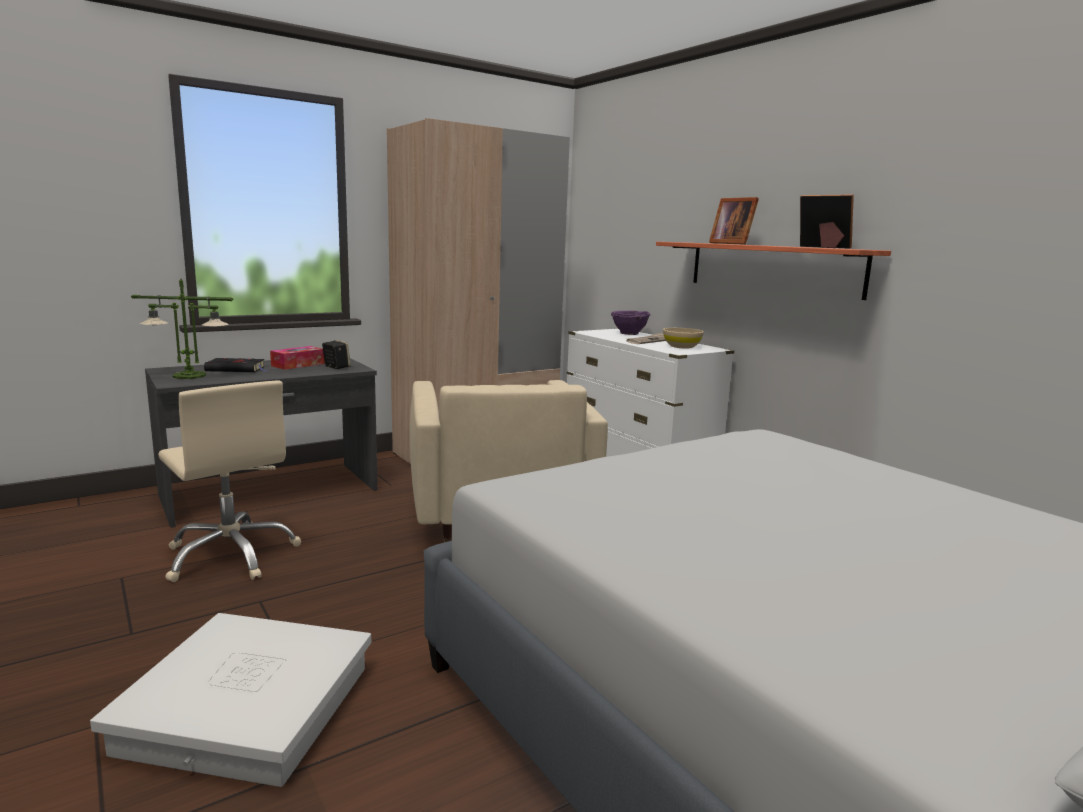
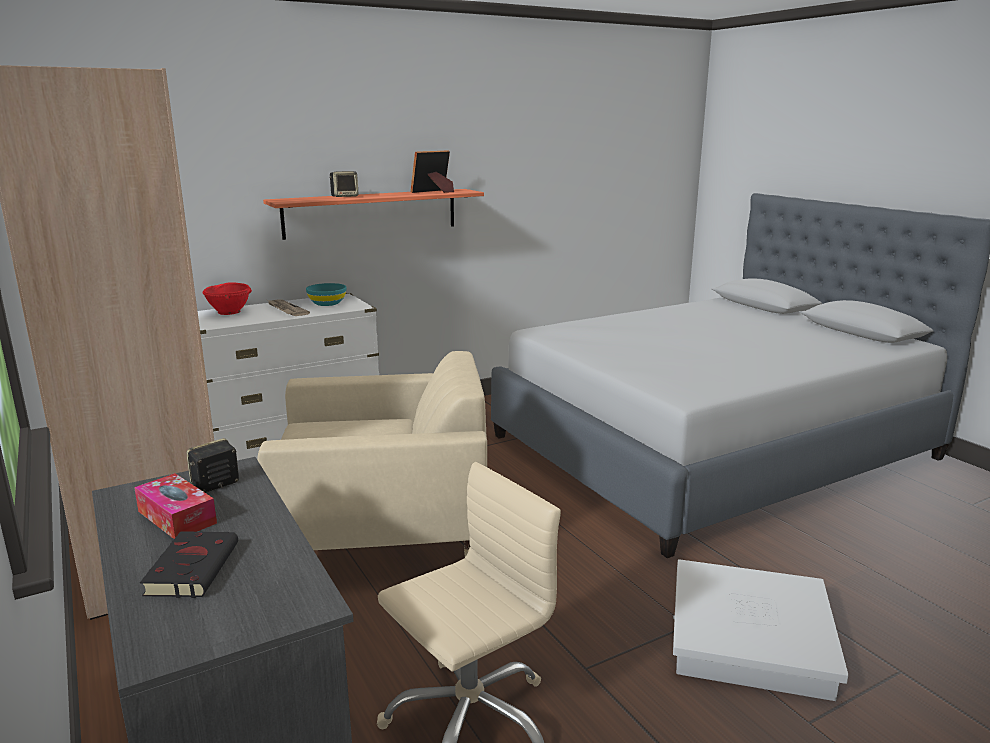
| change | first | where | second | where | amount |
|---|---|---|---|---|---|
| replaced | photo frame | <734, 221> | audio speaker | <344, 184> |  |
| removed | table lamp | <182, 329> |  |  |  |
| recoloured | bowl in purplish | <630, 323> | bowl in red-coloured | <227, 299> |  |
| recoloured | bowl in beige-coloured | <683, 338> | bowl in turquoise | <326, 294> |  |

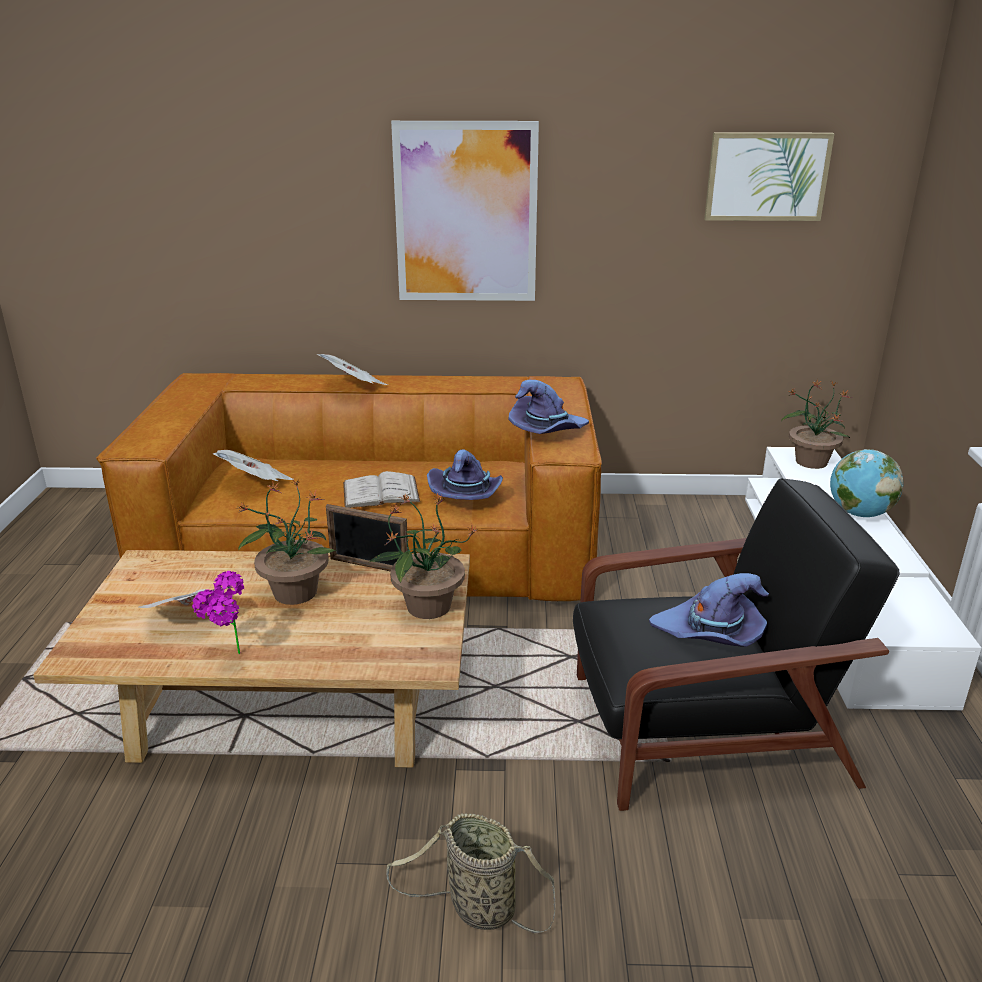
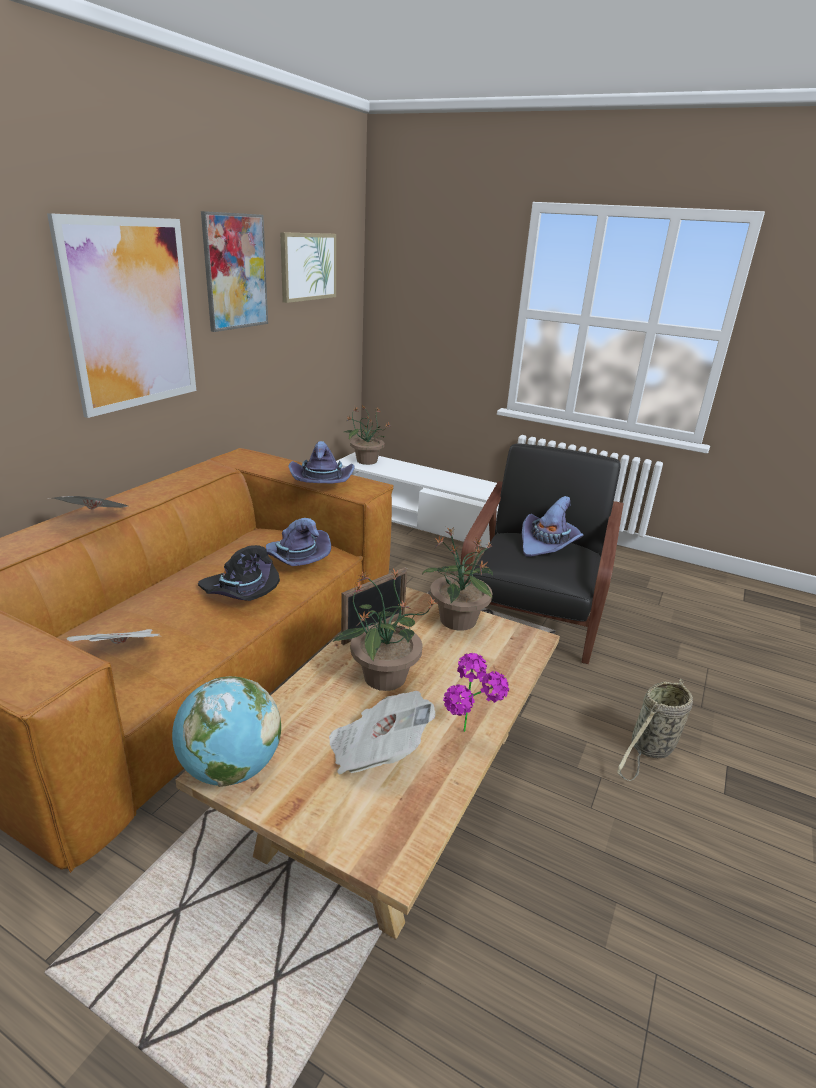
| change | first | where | second | where | amount |
|---|---|---|---|---|---|
| moved | world globe | <866, 483> |  | <226, 731> |  |
| replaced | volume in whitish | <381, 489> | wearable hat in blackish | <239, 573> |  |
| added |  |  | wall art | <234, 271> |  |

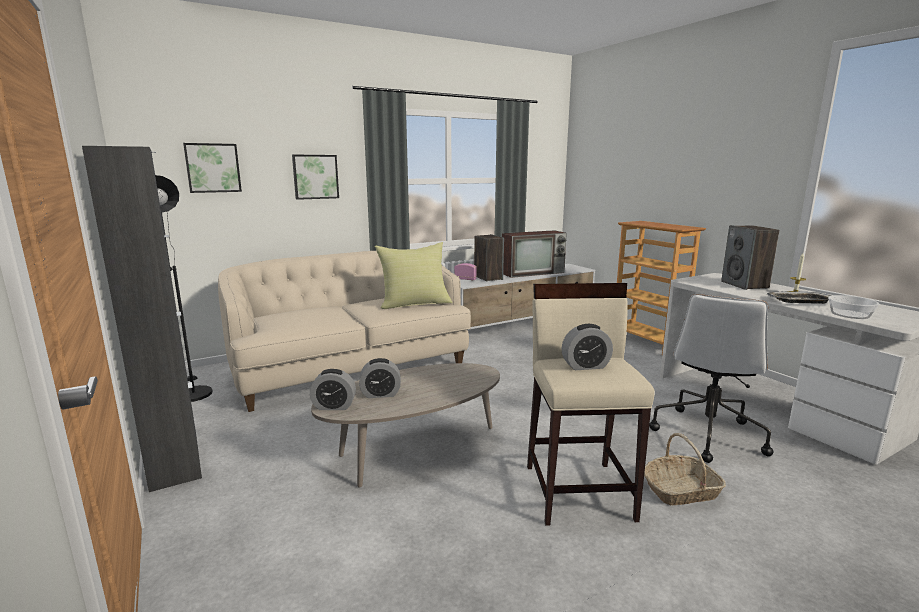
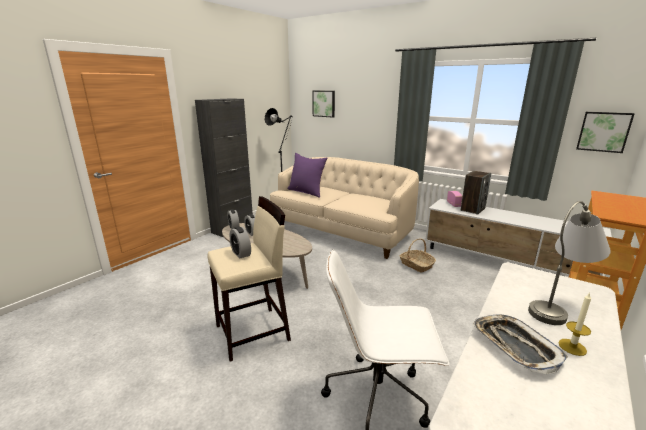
| change | first | where | second | where | amount |
|---|---|---|---|---|---|
| moved | wall art | <315, 177> |  | <605, 132> |  |
| replaced | audio speaker | <750, 257> | table lamp in greyish | <569, 263> |  |
| removed | TV | <534, 254> |  |  |  |
| removed | cushion in yellow | <413, 275> |  |  |  |
| removed | bowl | <853, 307> |  |  |  |
| moved | basket | <685, 469> |  | <418, 255> |  |
| added |  |  | cushion in purplish | <307, 175> |  |

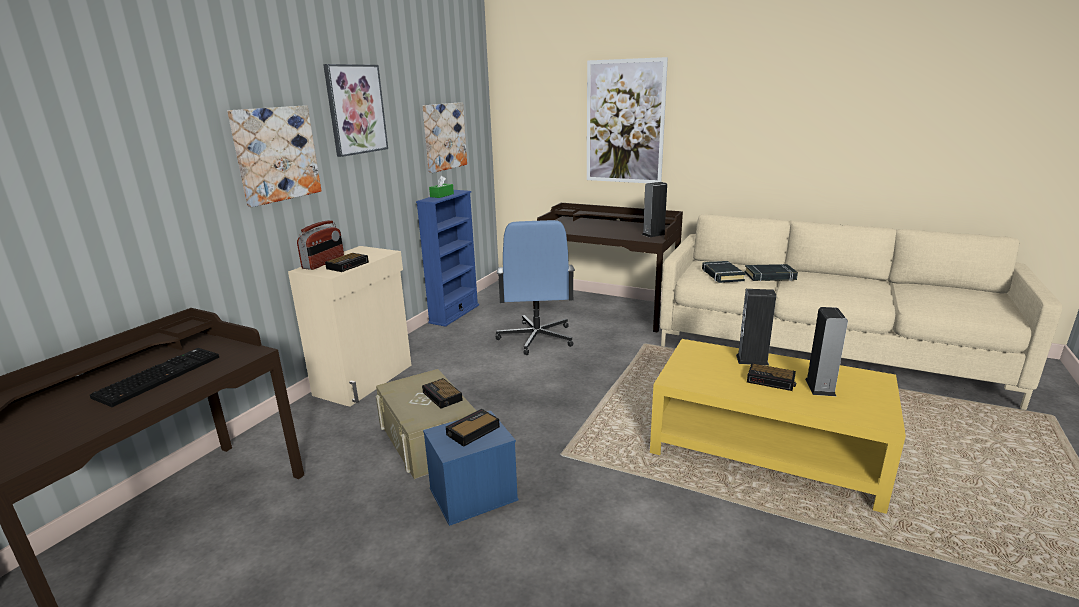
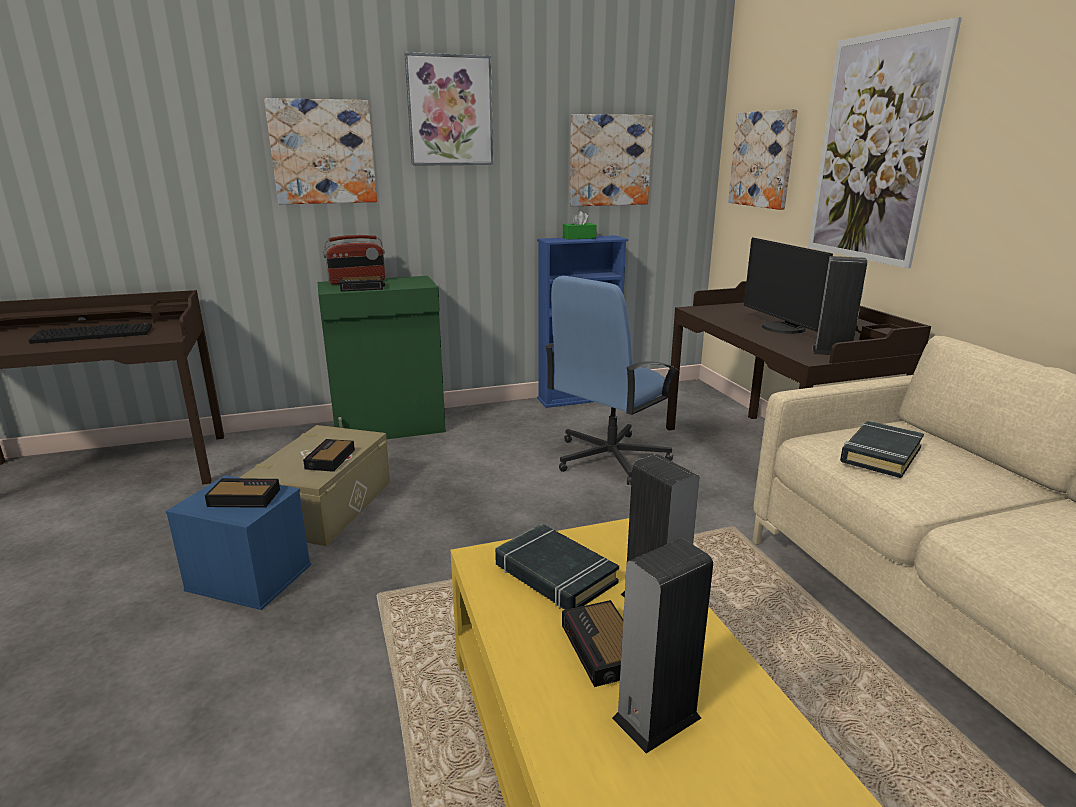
| change | first | where | second | where | amount |
|---|---|---|---|---|---|
| recoloured | cabinet in beige-coloured | <350, 326> | cabinet in green | <381, 357> |  |
| moved | volume in blackish | <771, 273> |  | <557, 567> |  |
| added |  |  | wall art | <763, 159> |  |
| added |  |  | computer display | <788, 285> |  |

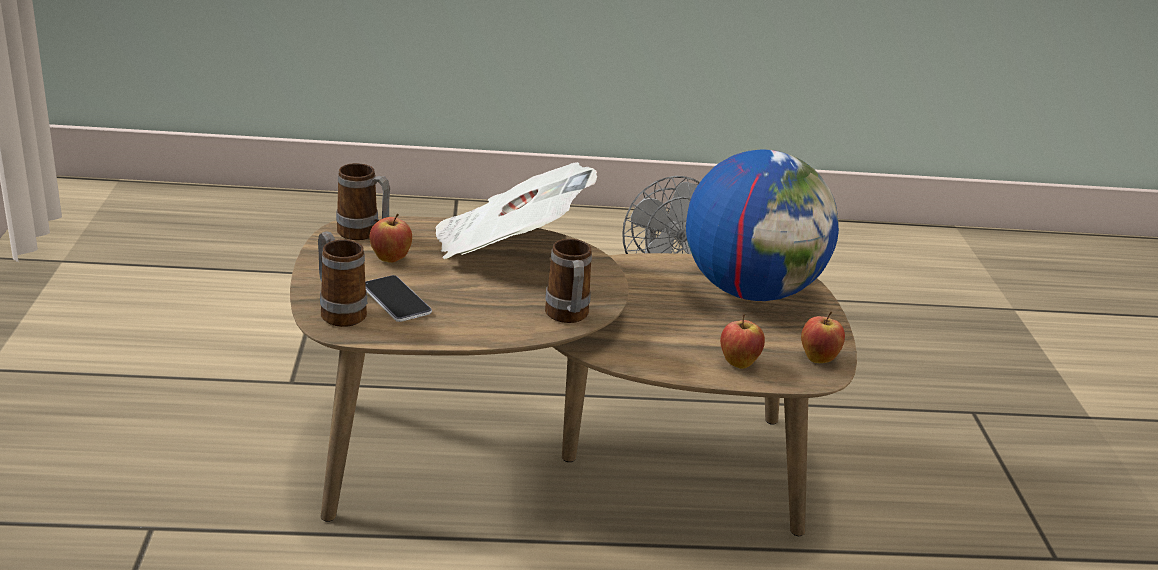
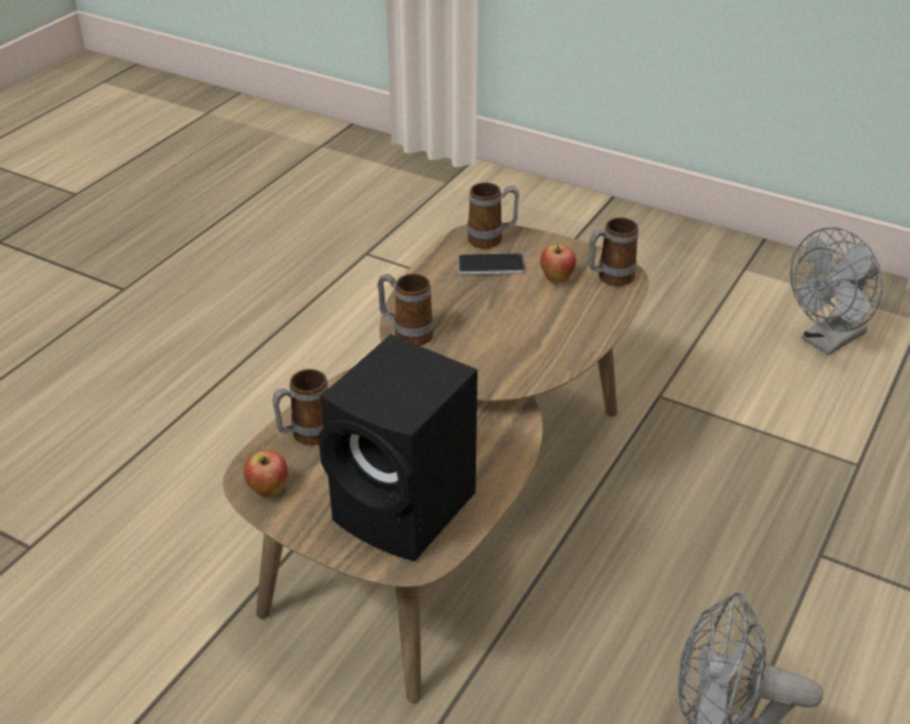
| change | first | where | second | where | amount |
|---|---|---|---|---|---|
| replaced | world globe | <762, 225> | audio speaker in blackish | <398, 447> |  |
| removed | daily paper | <516, 210> |  |  |  |
| replaced | apple fruit | <742, 341> | mug | <300, 407> |  |
| added |  |  | fan in greyish | <836, 291> |  |

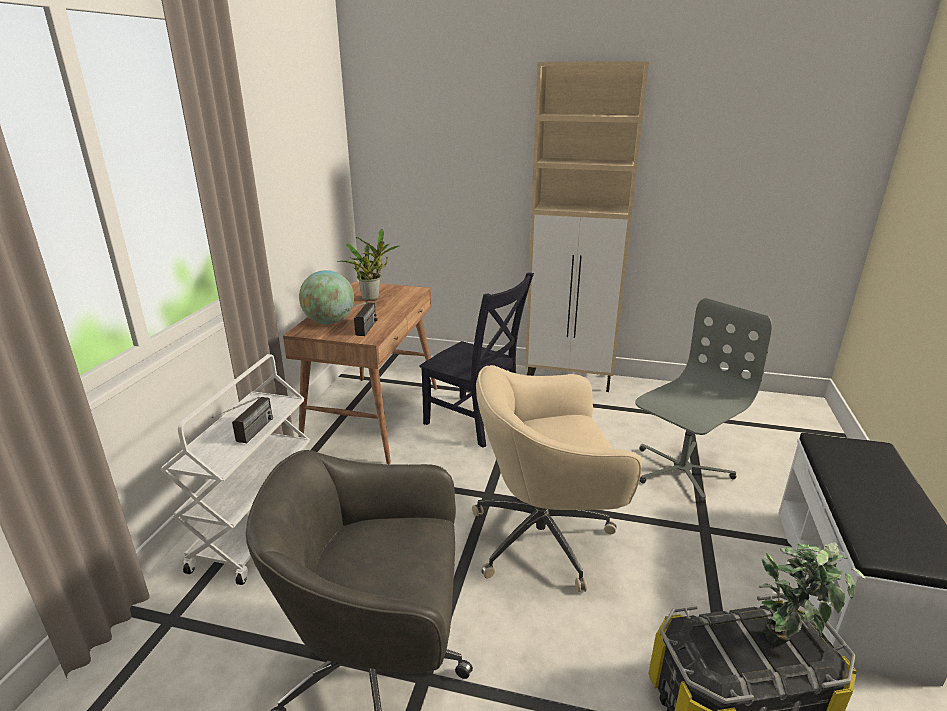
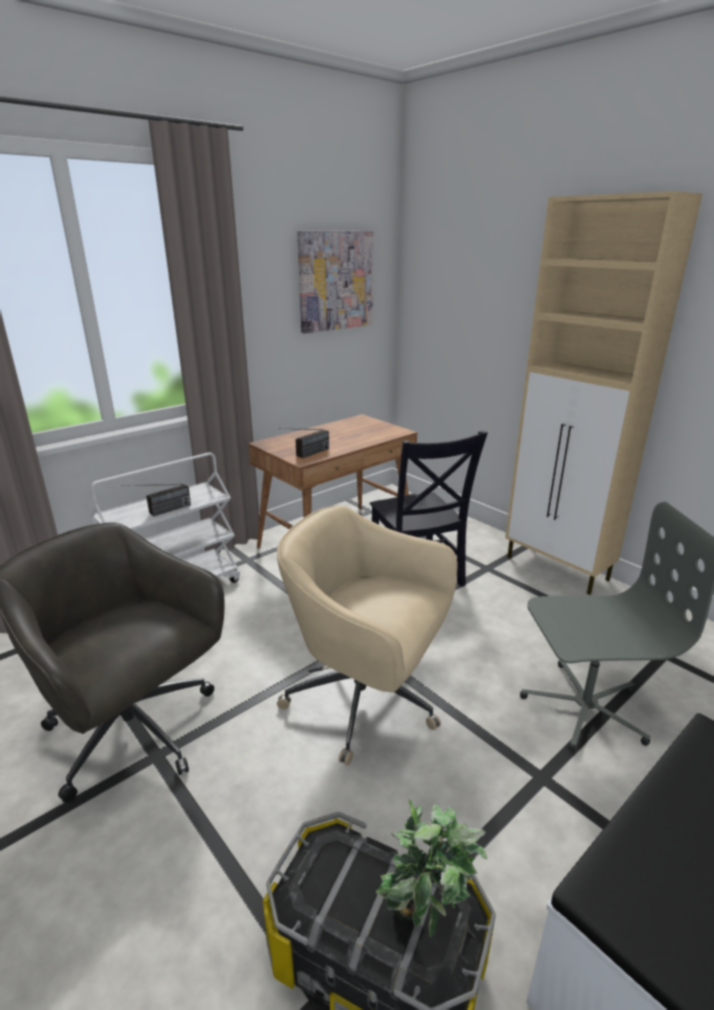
| change | first | where | second | where | amount |
|---|---|---|---|---|---|
| removed | potted plant | <368, 265> |  |  |  |
| removed | world globe | <326, 297> |  |  |  |
| added |  |  | wall art | <335, 282> |  |

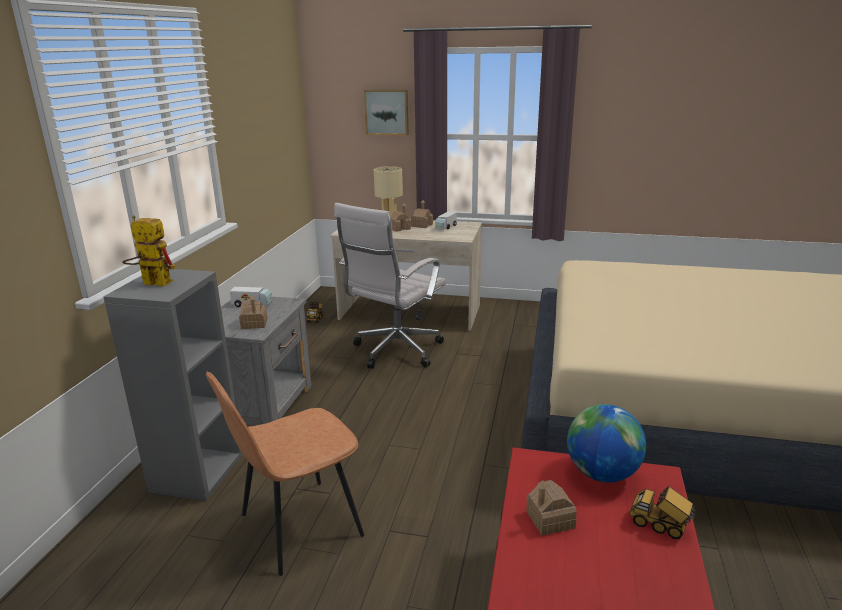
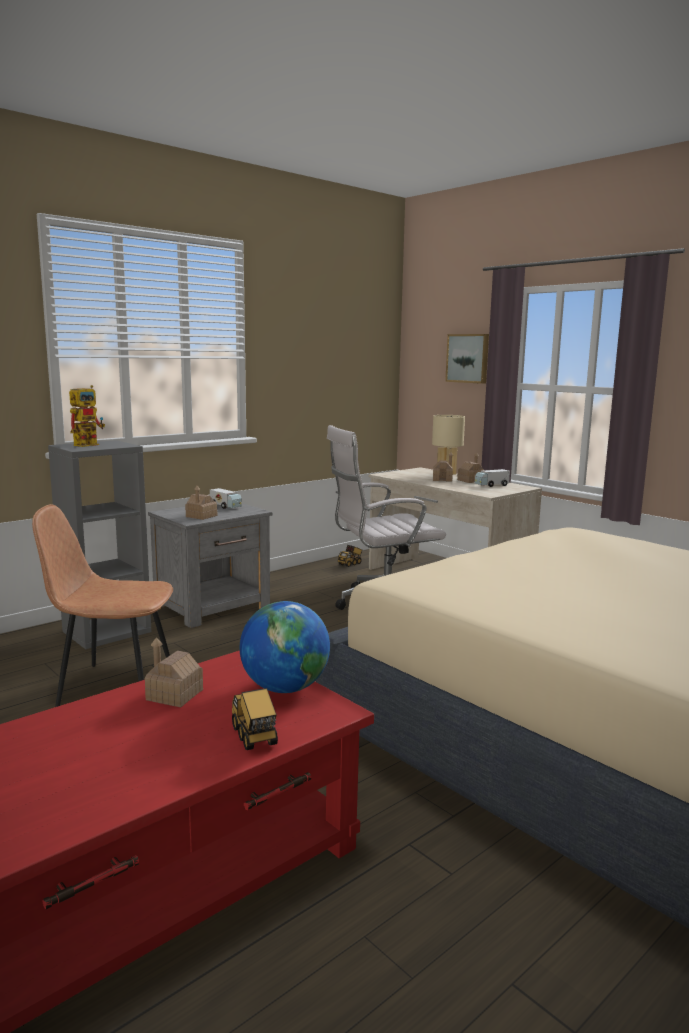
| change | first | where | second | where | amount |
|---|---|---|---|---|---|
| turned | toy robot | <149, 251> |  | <87, 416> | 75 degrees clockwise |

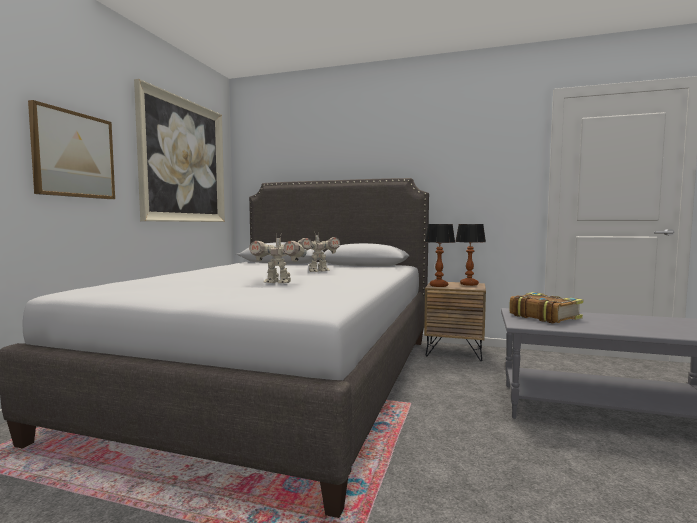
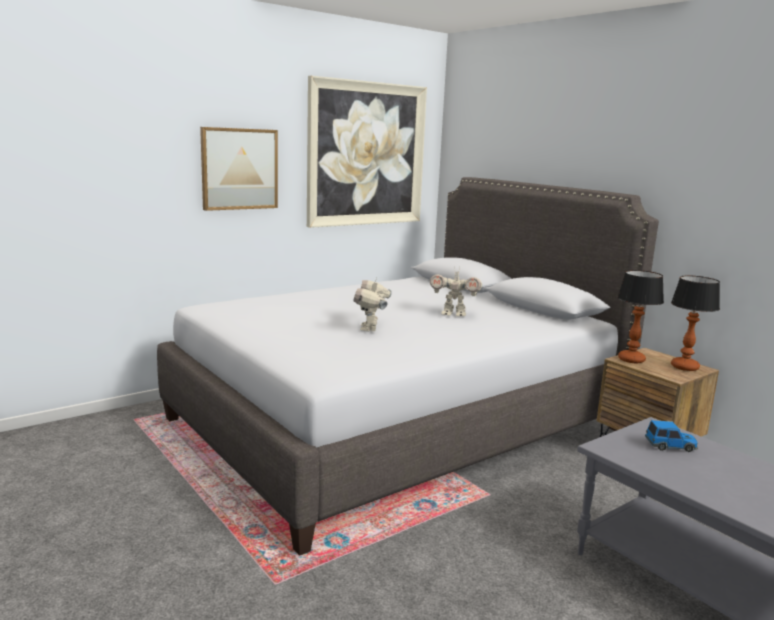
| change | first | where | second | where | amount |
|---|---|---|---|---|---|
| turned | toy robot | <278, 258> |  | <373, 305> | 45 degrees clockwise |
| replaced | volume | <546, 307> | toy car | <671, 436> |  |

